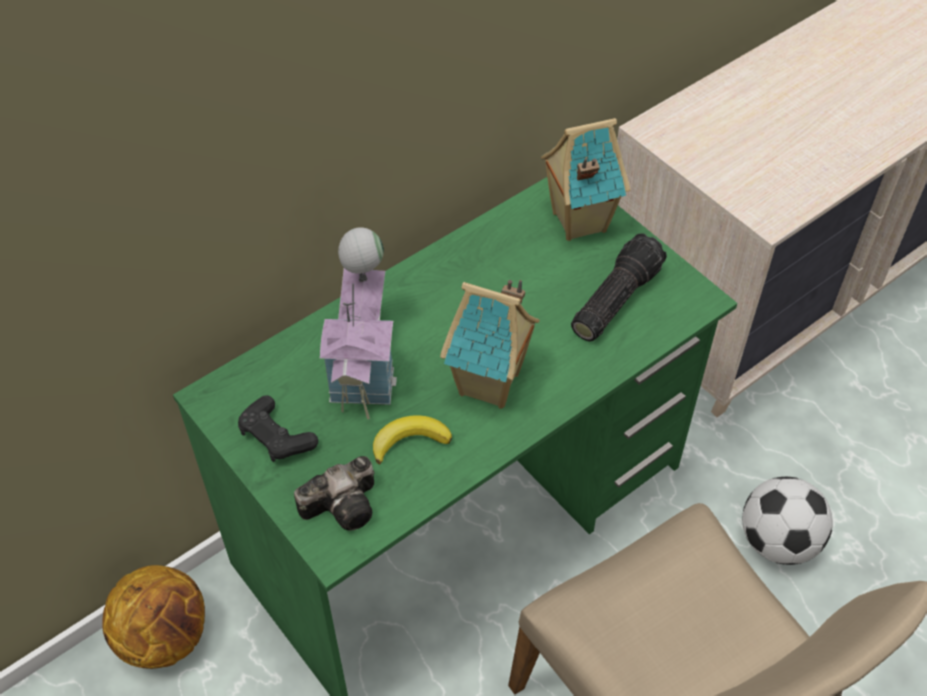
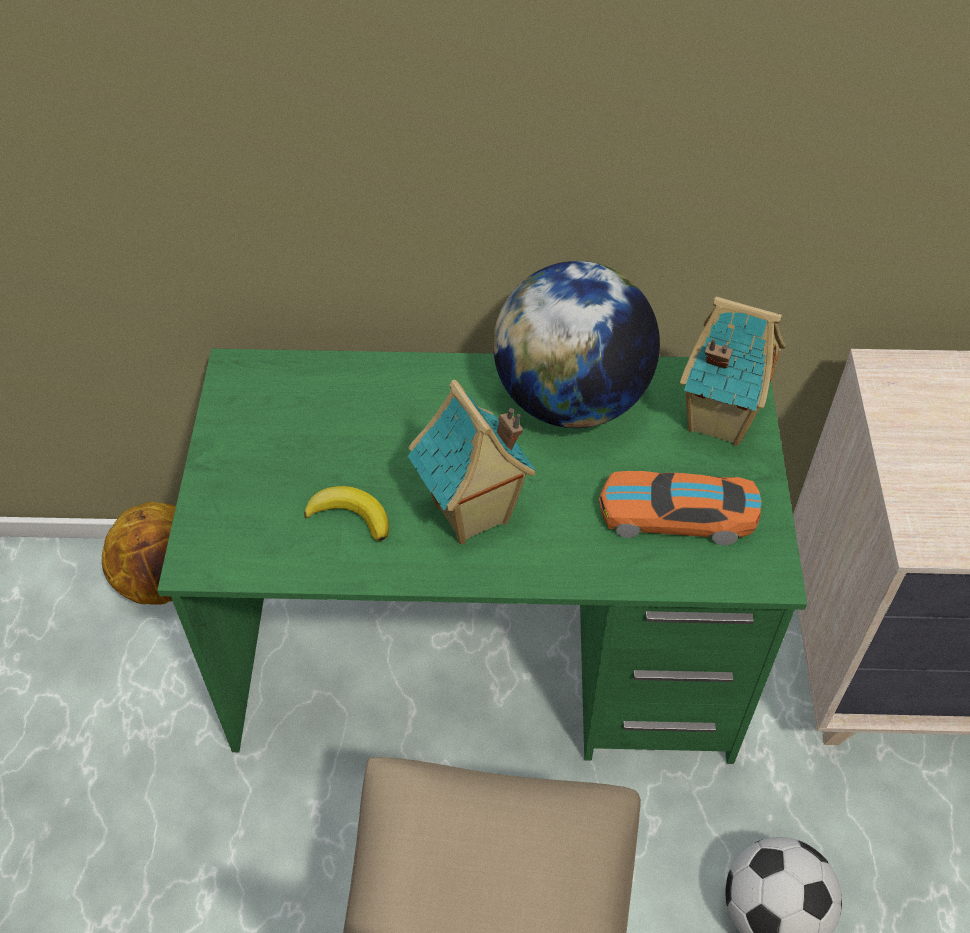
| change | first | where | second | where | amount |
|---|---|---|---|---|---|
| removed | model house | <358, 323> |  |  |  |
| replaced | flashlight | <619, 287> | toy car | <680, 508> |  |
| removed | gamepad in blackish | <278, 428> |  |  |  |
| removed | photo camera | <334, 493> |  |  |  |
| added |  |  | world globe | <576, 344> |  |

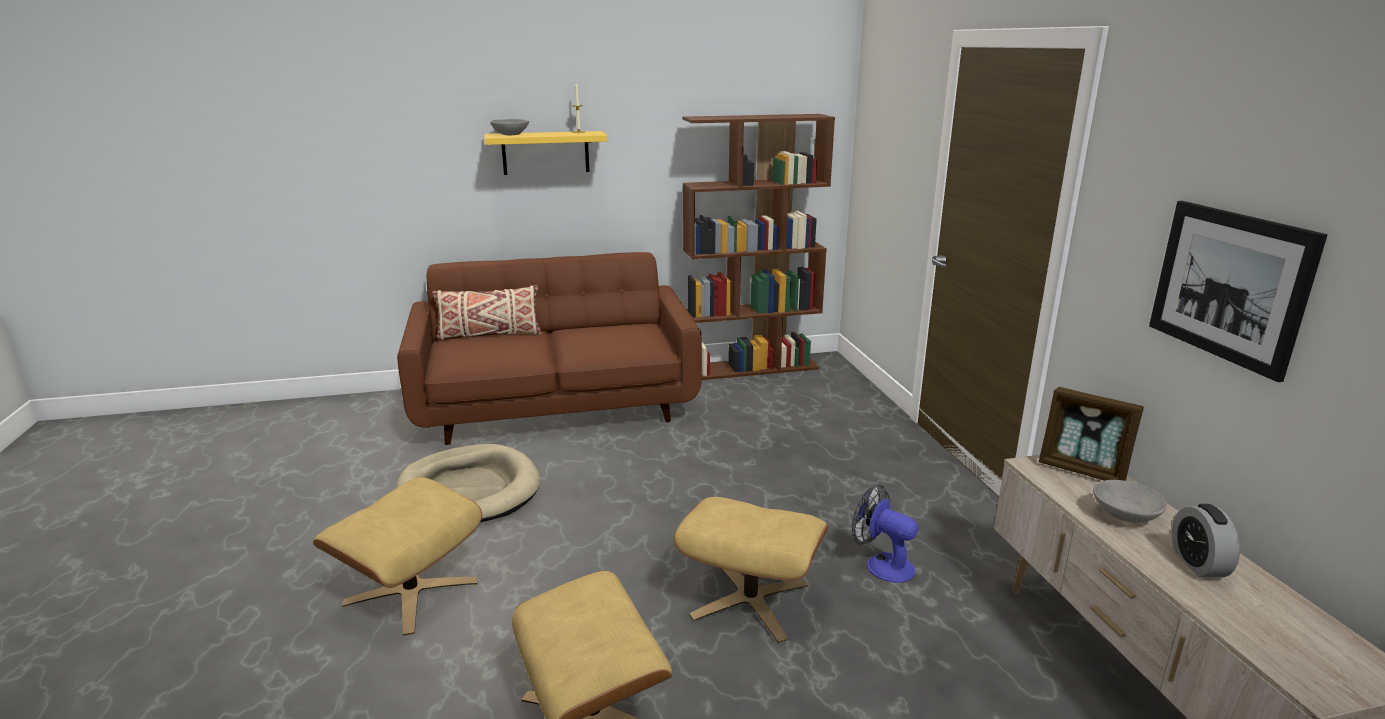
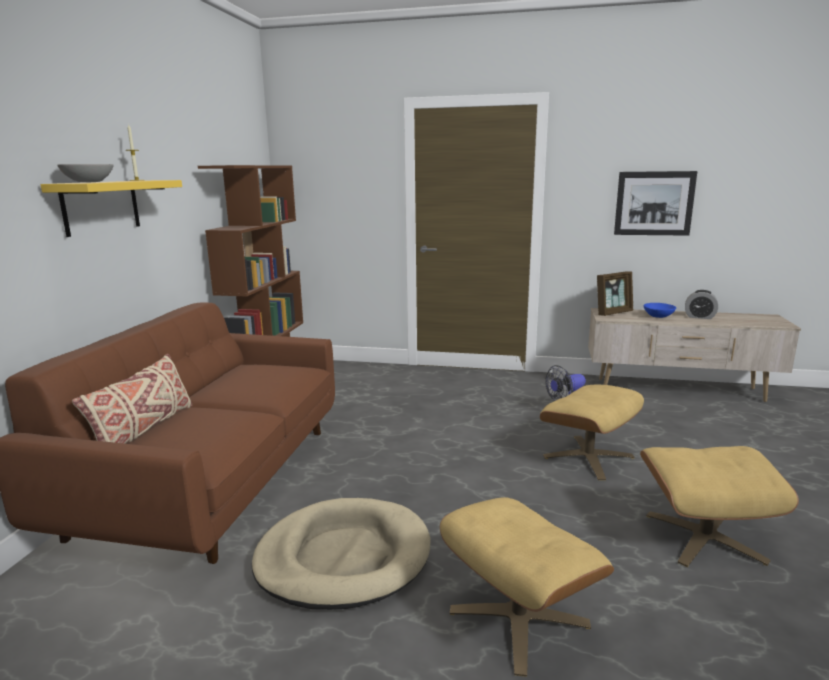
| change | first | where | second | where | amount |
|---|---|---|---|---|---|
| recoloured | bowl in greyish | <1130, 501> | bowl in bluish | <659, 310> |  |

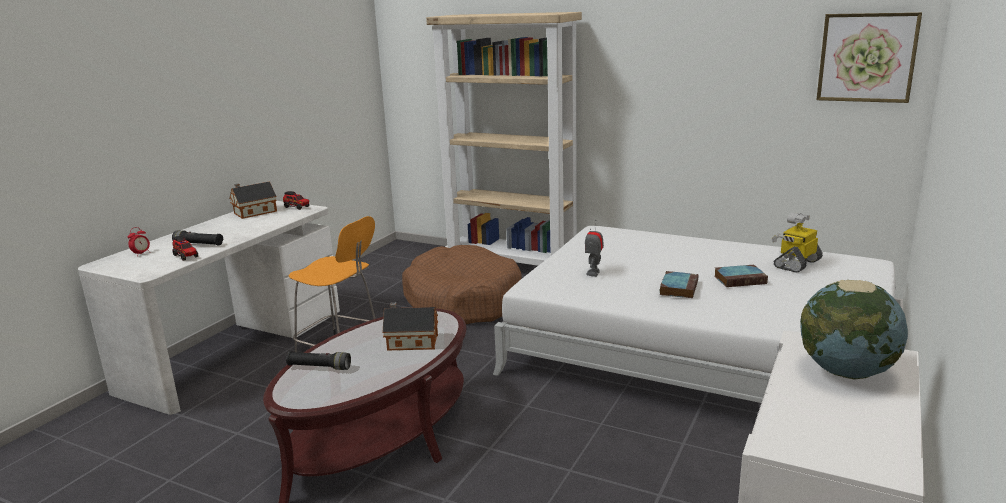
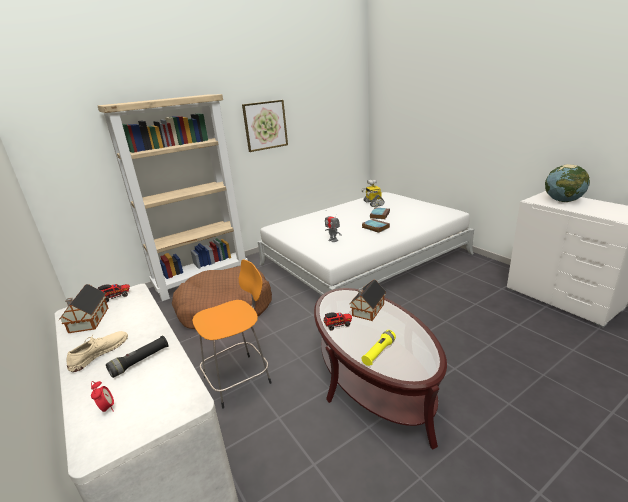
| change | first | where | second | where | amount |
|---|---|---|---|---|---|
| moved | wall art | <869, 57> |  | <265, 126> |  |
| moved | toy truck | <185, 248> |  | <338, 321> |  |
| recoloured | flashlight in blackish | <318, 360> | flashlight in yellow | <378, 348> |  |
| added |  |  | low shoe in beige-coloured | <97, 351> |  |

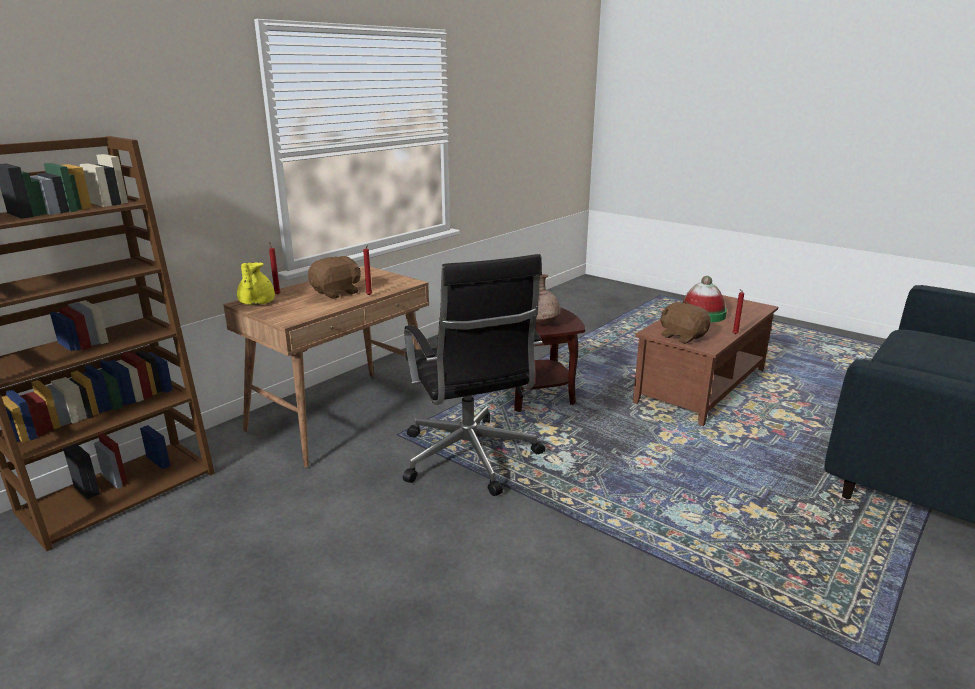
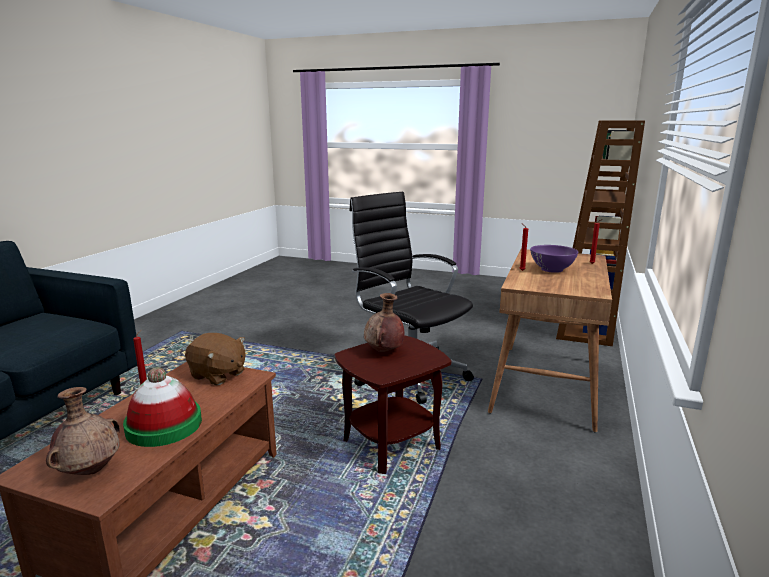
| change | first | where | second | where | amount |
|---|---|---|---|---|---|
| replaced | cuddly toy in brown | <334, 277> | bowl in purplish | <554, 259> |  |
| removed | teapot in yellow | <256, 283> |  |  |  |
| added |  |  | flower vase in brown | <83, 431> |  |

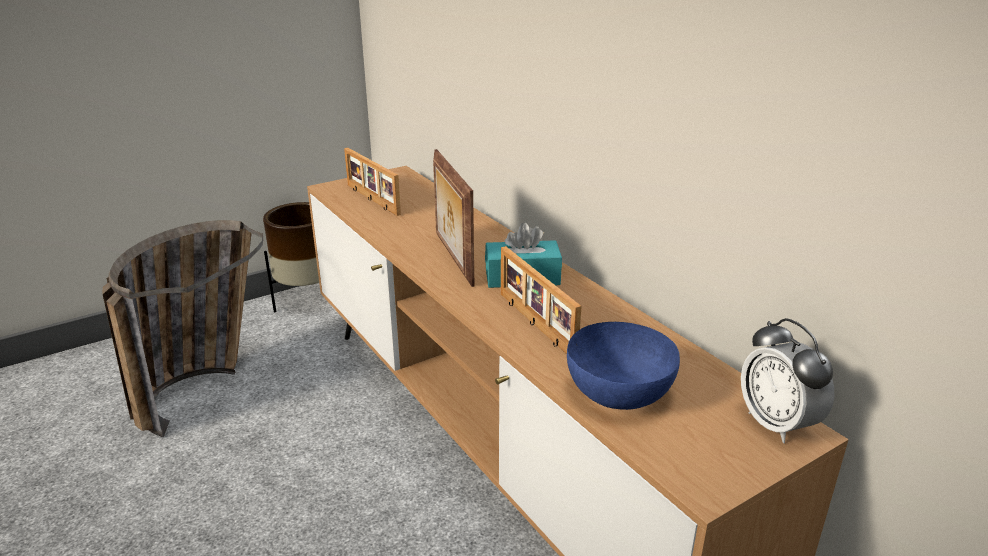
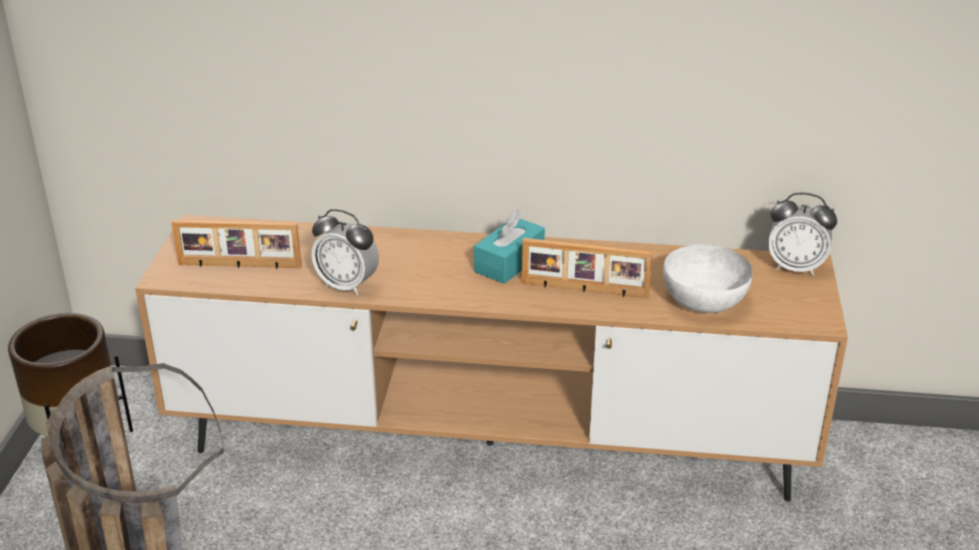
| change | first | where | second | where | amount |
|---|---|---|---|---|---|
| removed | photo frame | <453, 218> |  |  |  |
| recoloured | bowl in bluish | <623, 366> | bowl in whitish | <708, 278> |  |
| added |  |  | alarm clock | <345, 252> |  |

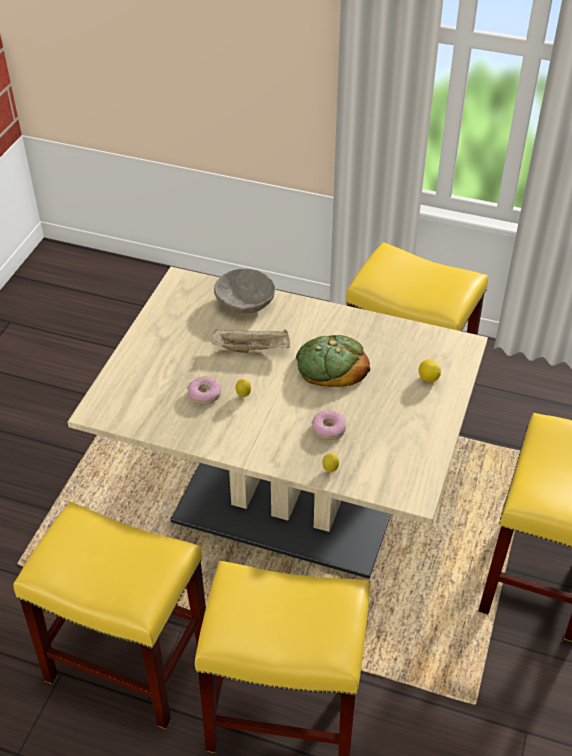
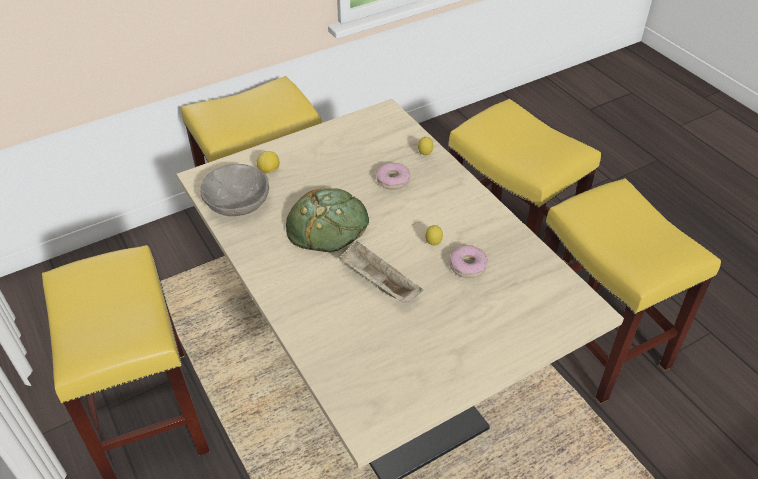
| change | first | where | second | where | amount |
|---|---|---|---|---|---|
| moved | bowl in greyish | <244, 291> |  | <235, 190> |  |

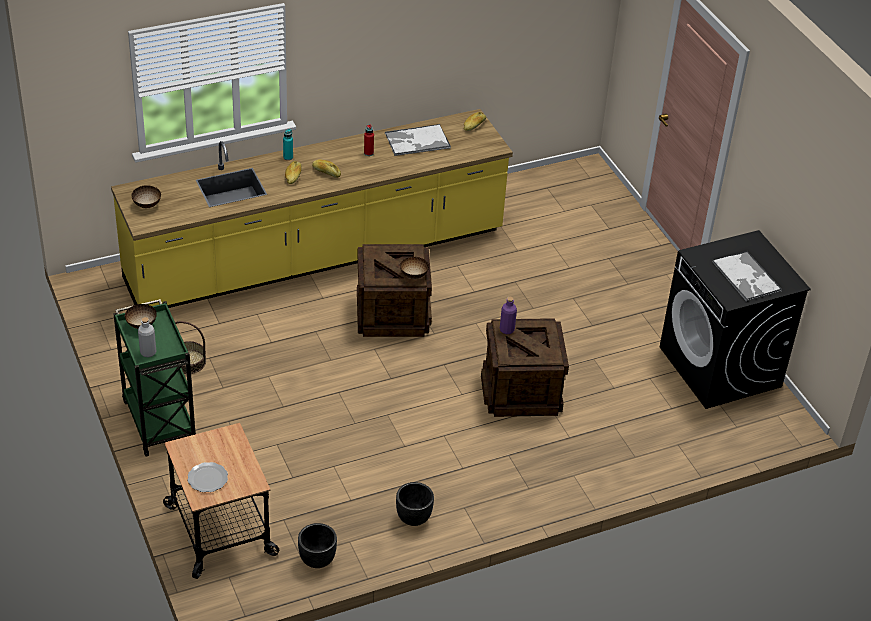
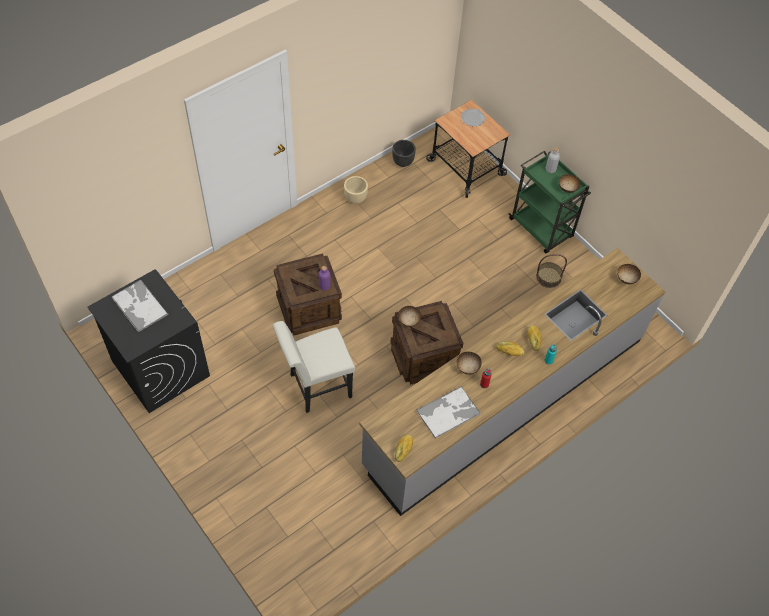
| change | first | where | second | where | amount |
|---|---|---|---|---|---|
| recoloured | kitchen base unit in yellow | <312, 208> | kitchen base unit in greyish | <512, 382> |  |
| recoloured | planter in blackish | <415, 504> | planter in beige-coloured | <356, 190> |  |
| added |  |  | plain chair in whitish | <313, 367> |  |
| added |  |  | bowl | <469, 363> |  |

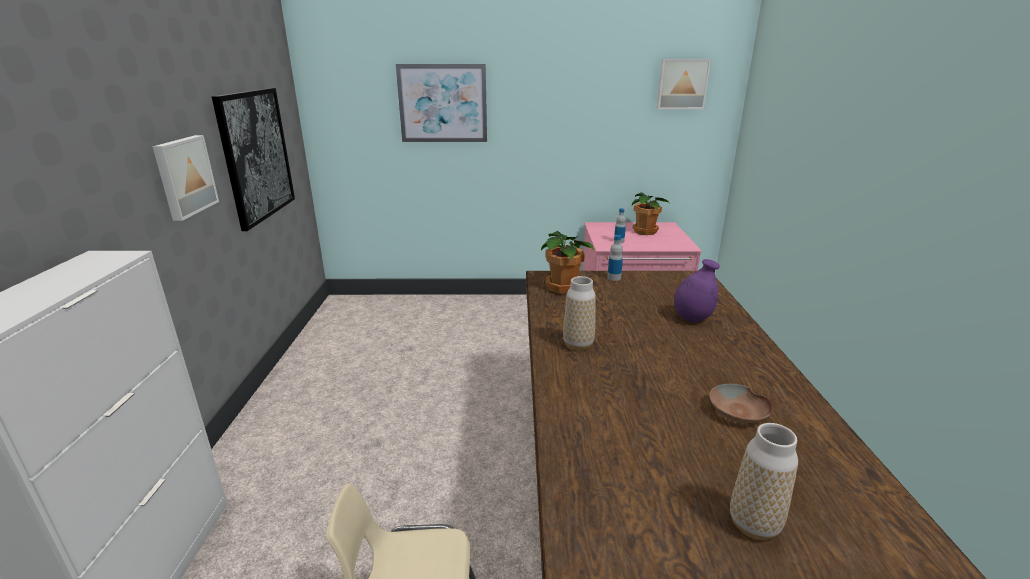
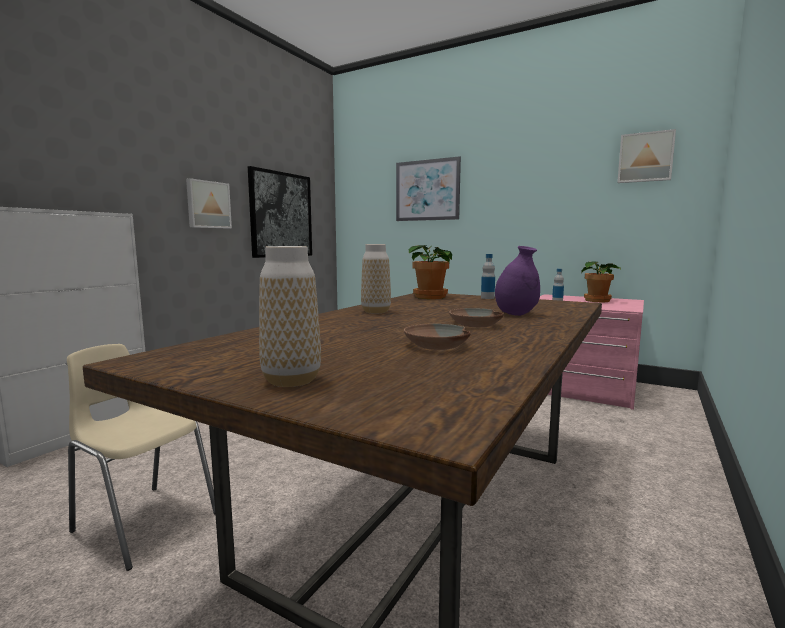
| change | first | where | second | where | amount |
|---|---|---|---|---|---|
| added |  |  | bowl in brown | <476, 317> |  |

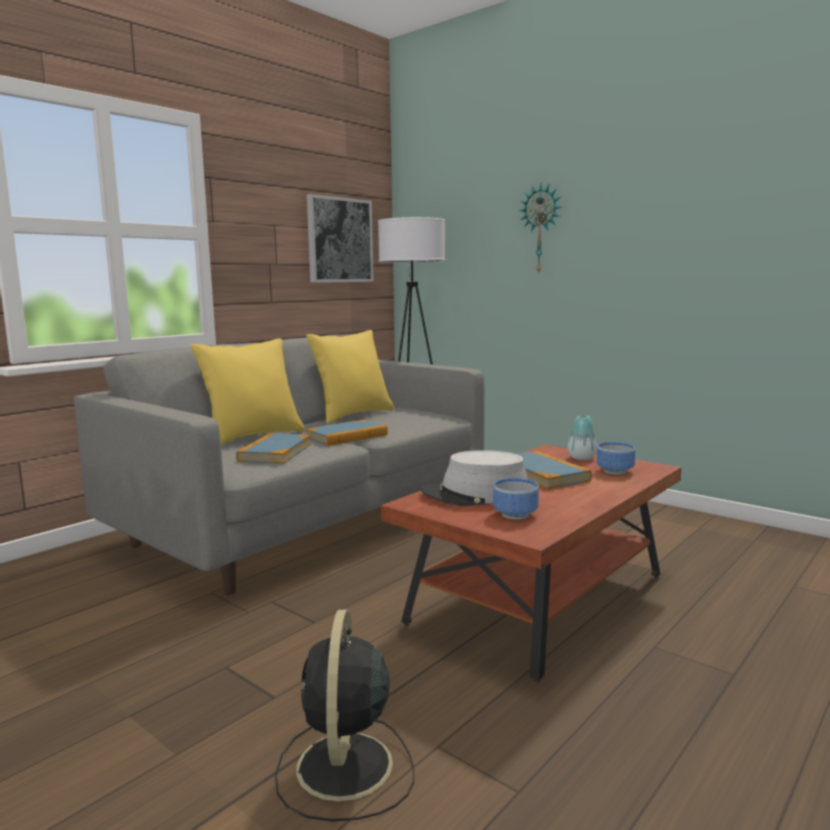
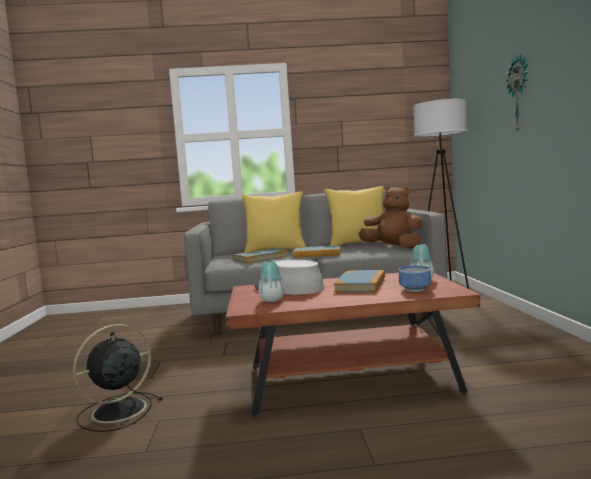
| change | first | where | second | where | amount |
|---|---|---|---|---|---|
| removed | wall art | <340, 238> |  |  |  |
| replaced | bowl | <516, 499> | flower vase | <272, 282> |  |
| added |  |  | cuddly toy in brown | <390, 218> |  |

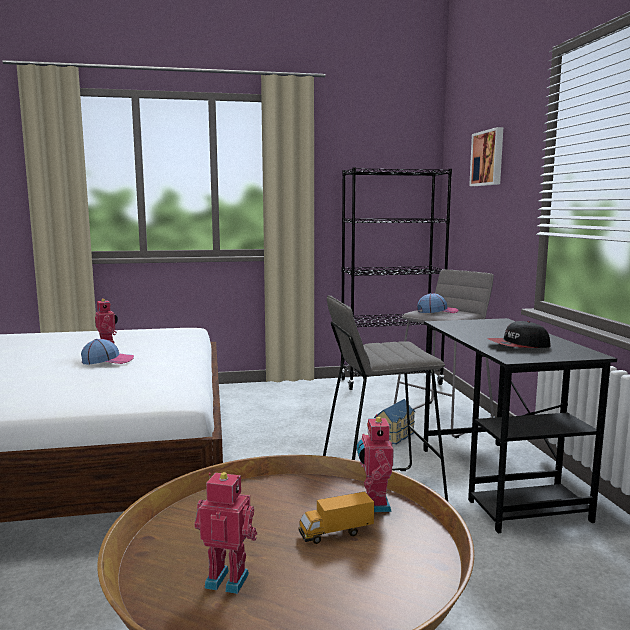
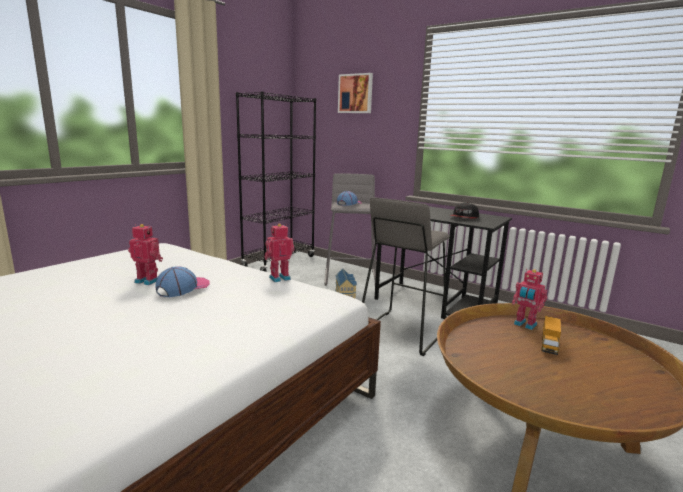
| change | first | where | second | where | amount |
|---|---|---|---|---|---|
| moved | toy robot | <225, 533> |  | <279, 253> |  |

